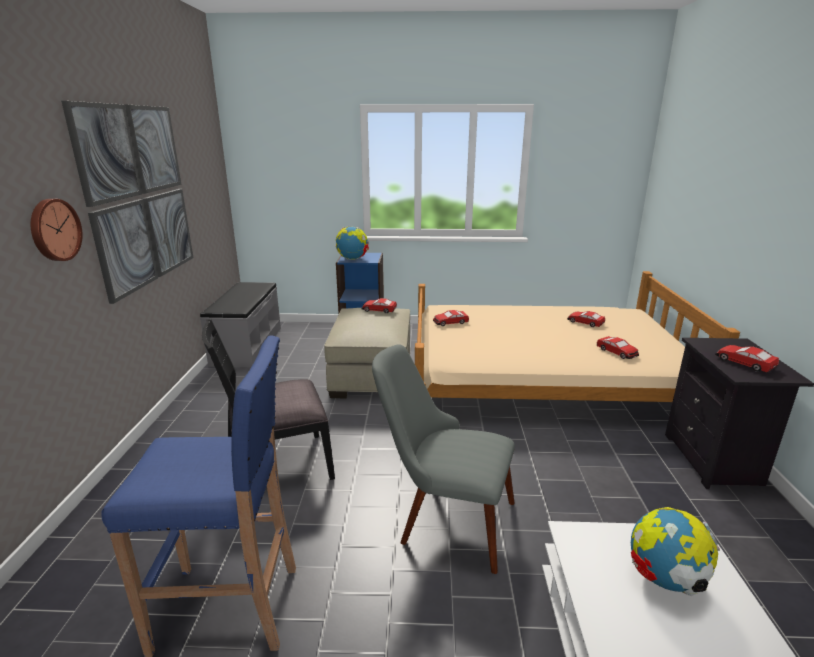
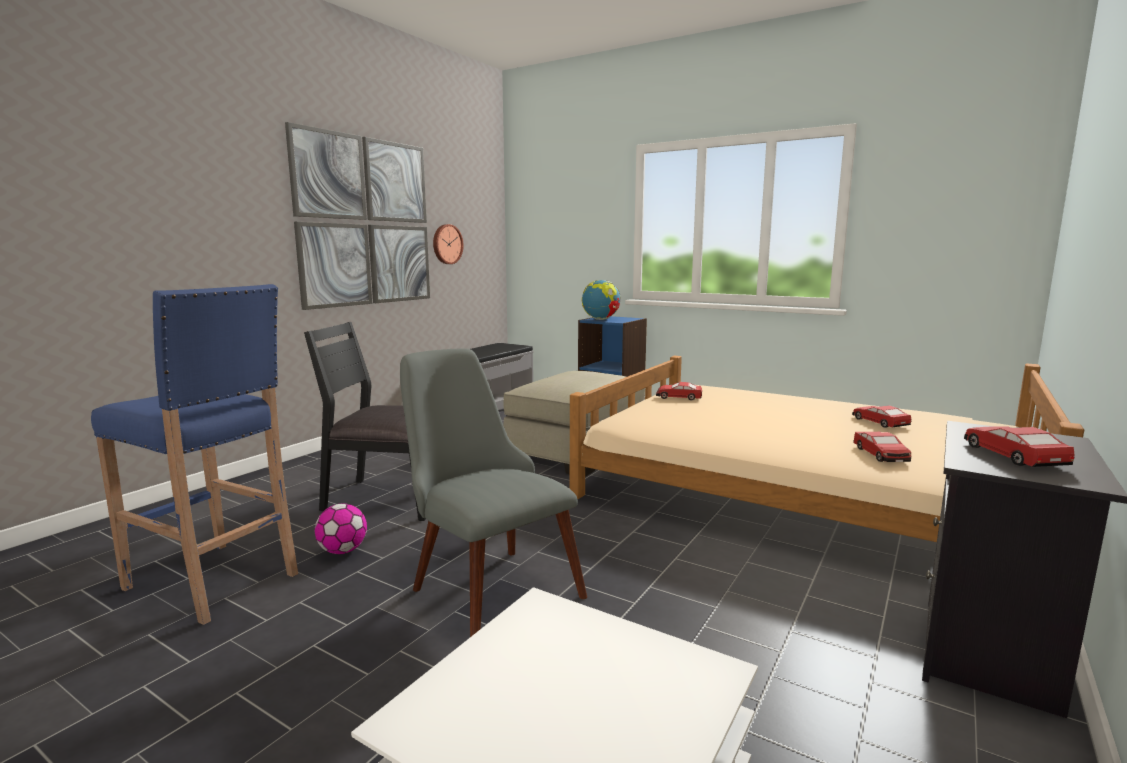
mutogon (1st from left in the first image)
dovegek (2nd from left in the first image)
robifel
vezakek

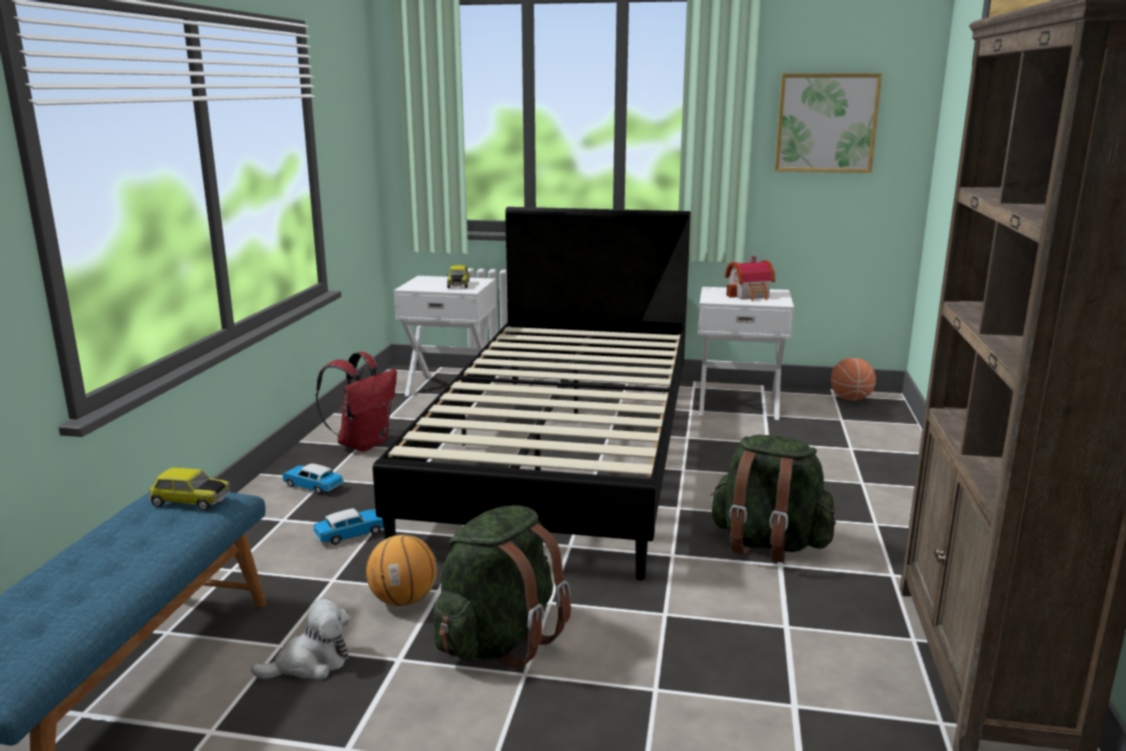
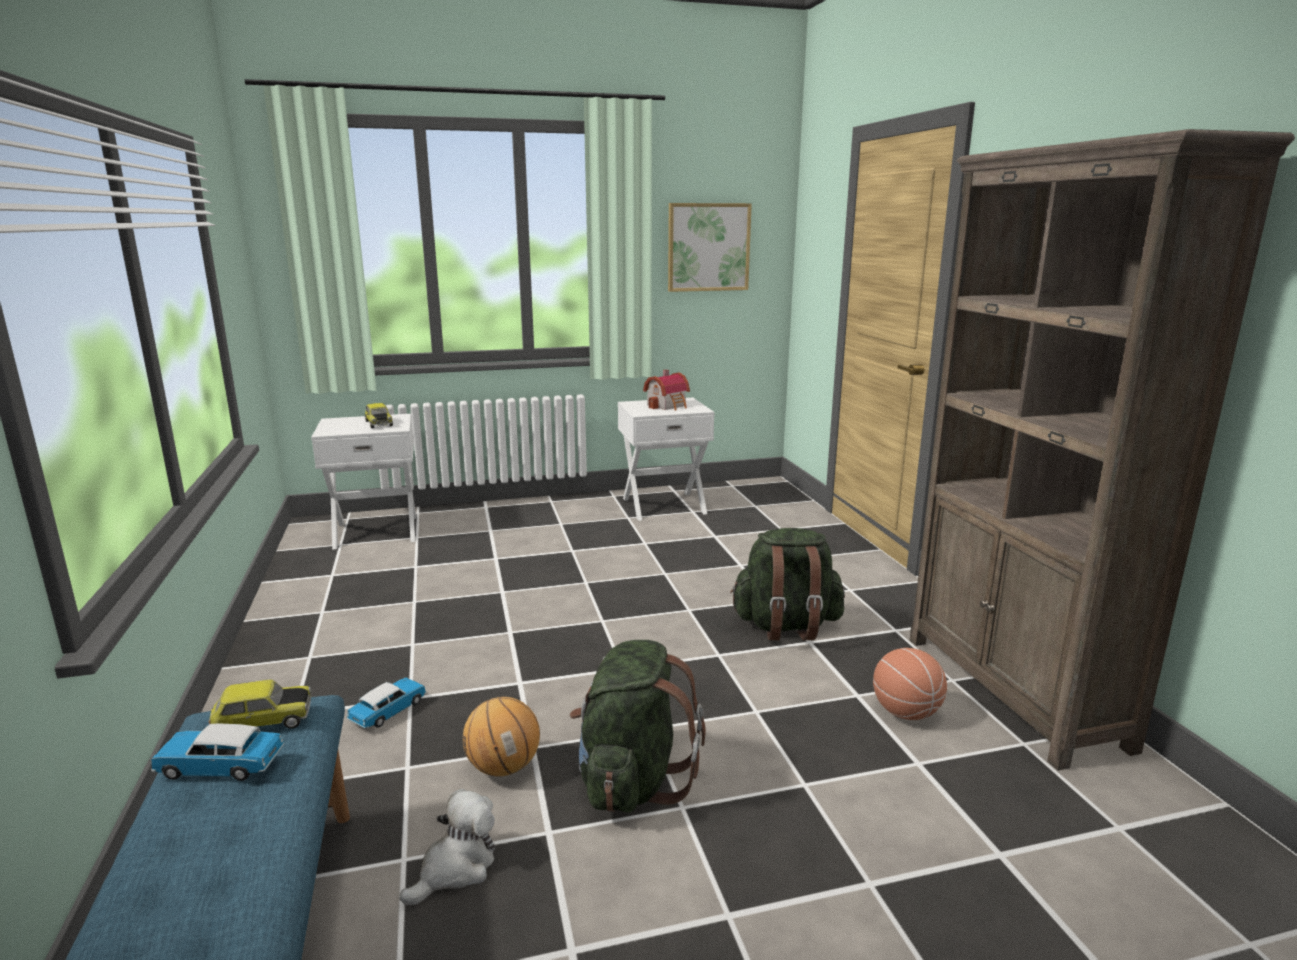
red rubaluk
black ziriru
mutogon (1st from left)
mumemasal (2nd from left)

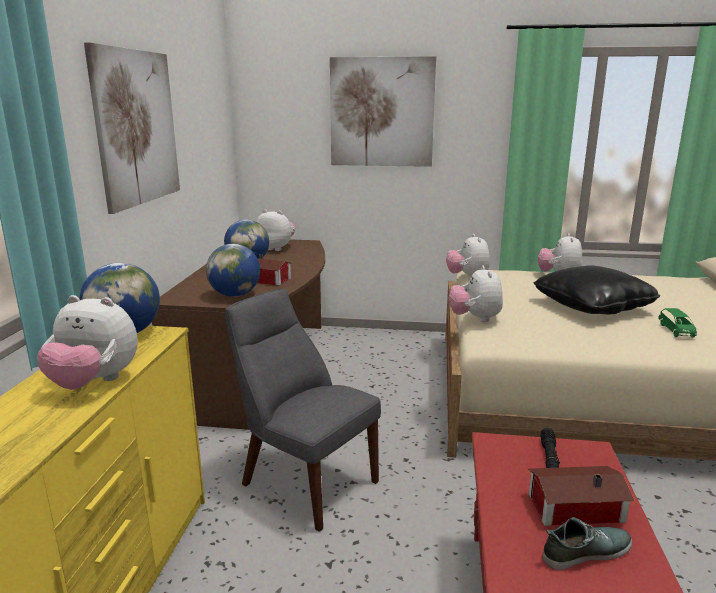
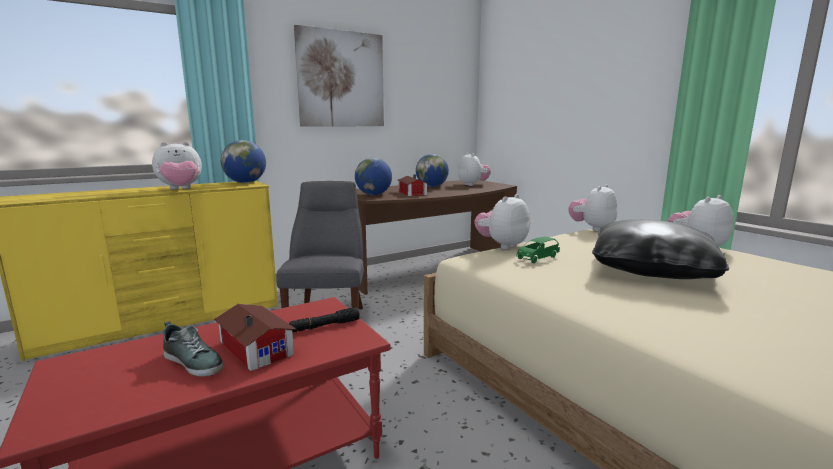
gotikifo (2nd from left in the first image)
green mutogon
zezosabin (1st from left)

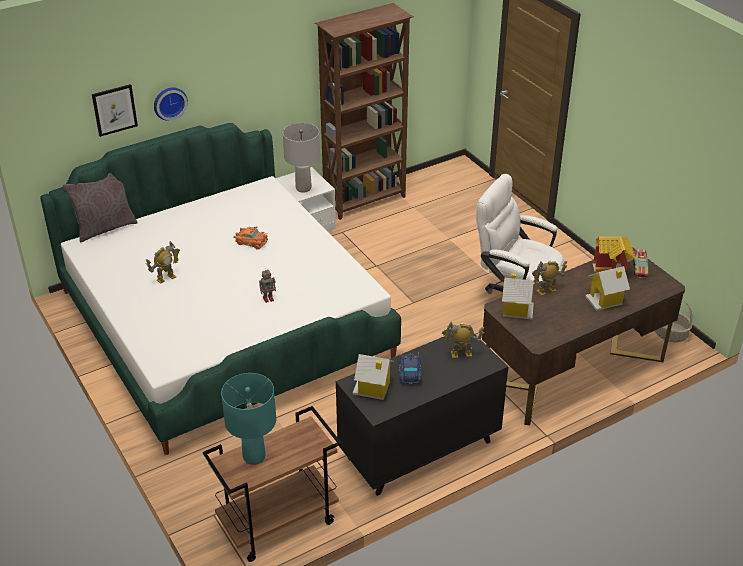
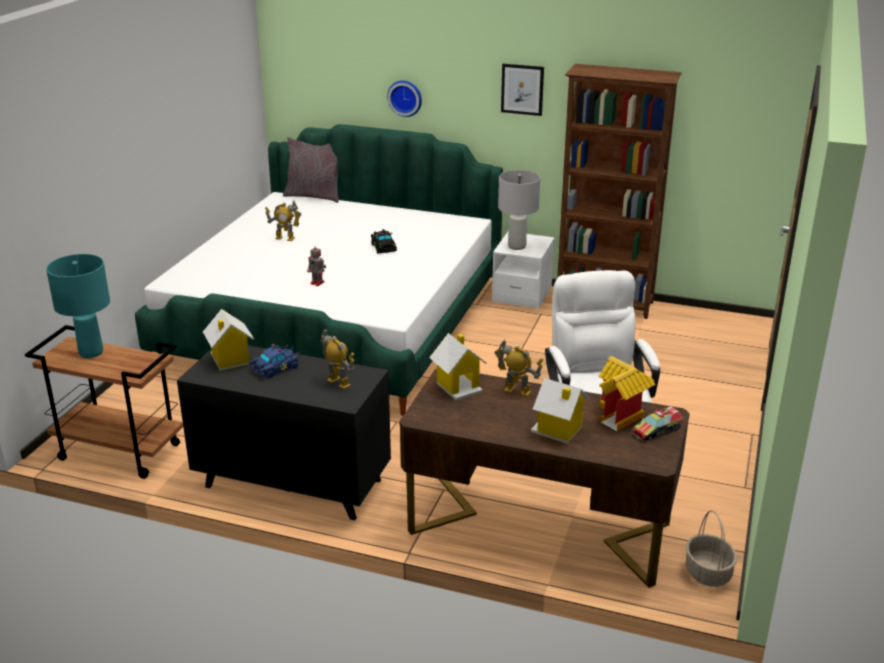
gotikifo
black mutogon

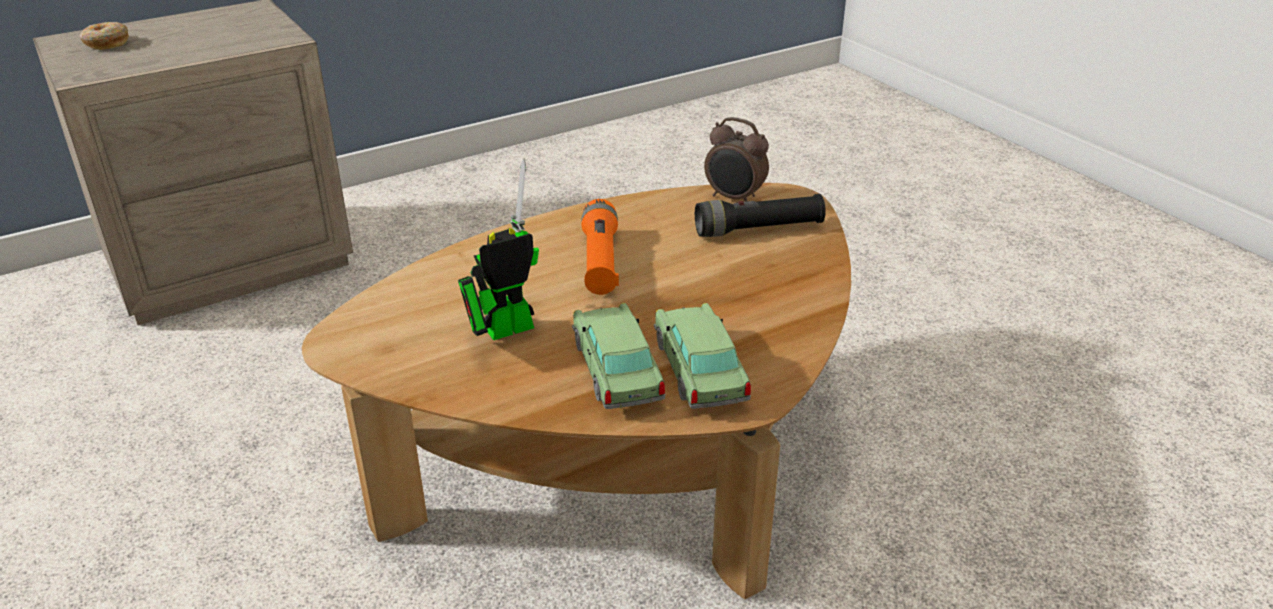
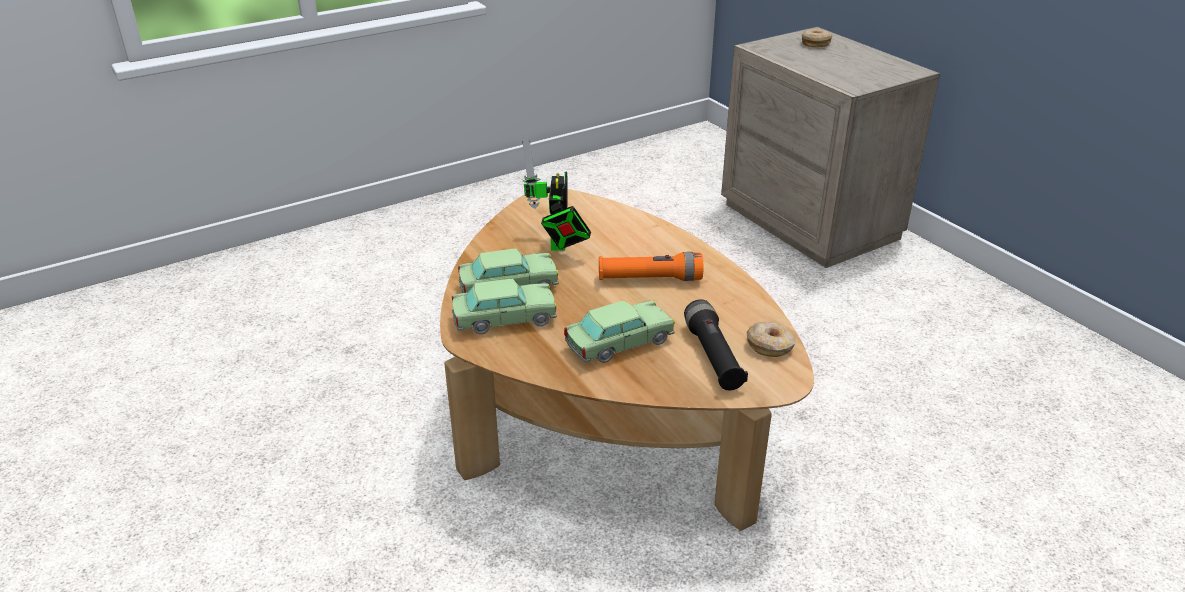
mutogon (3rd from left)
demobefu (1st from left)
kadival

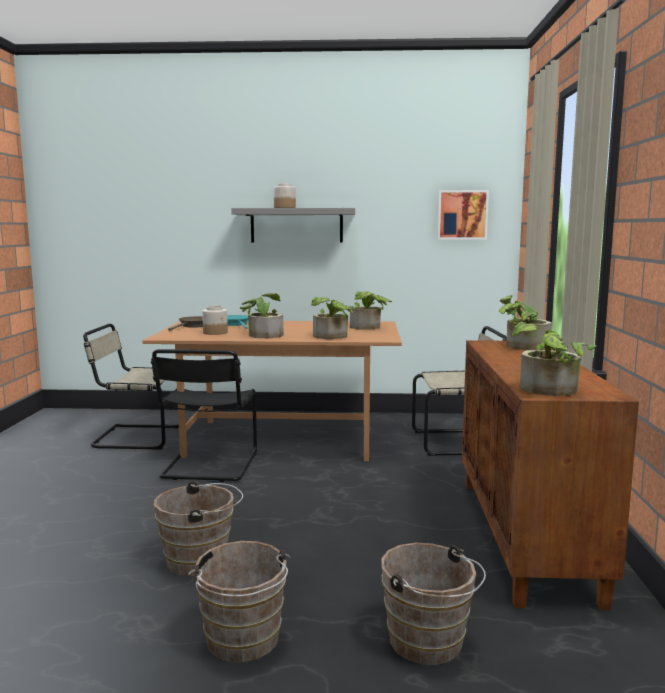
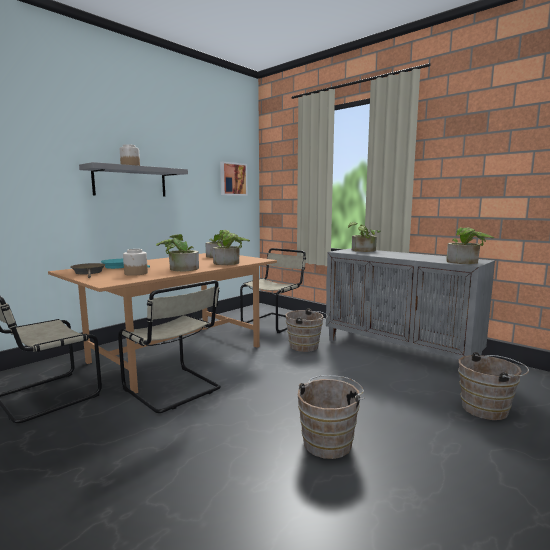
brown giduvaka (1st from left)
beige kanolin (2nd from left)
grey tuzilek

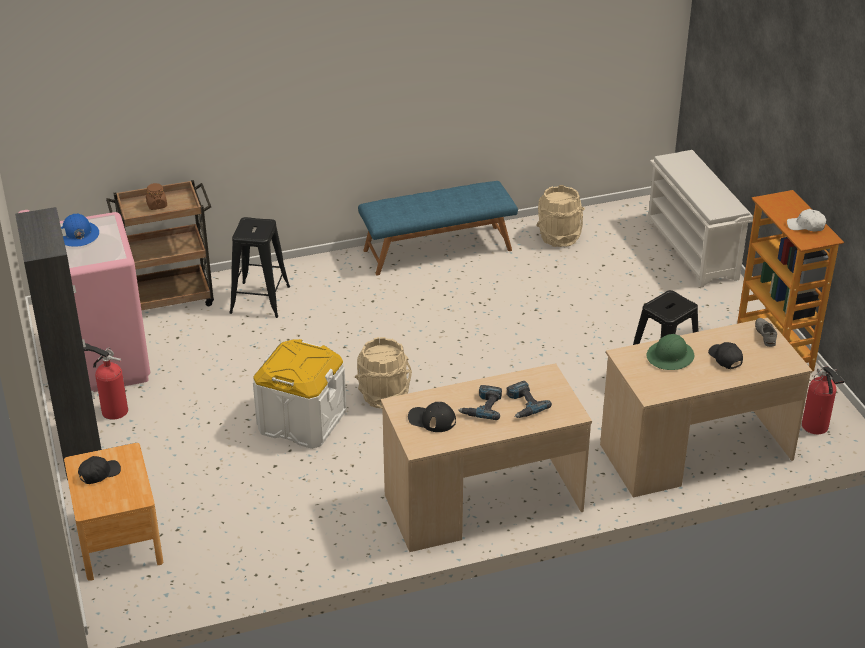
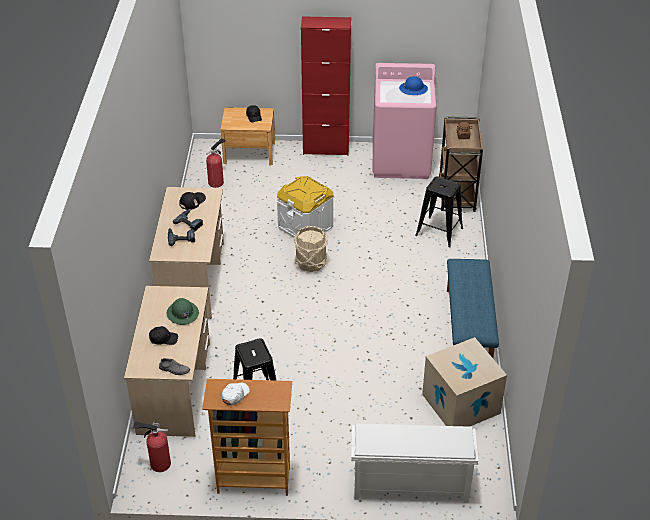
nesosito (2nd from left)
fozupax
red tuzilek

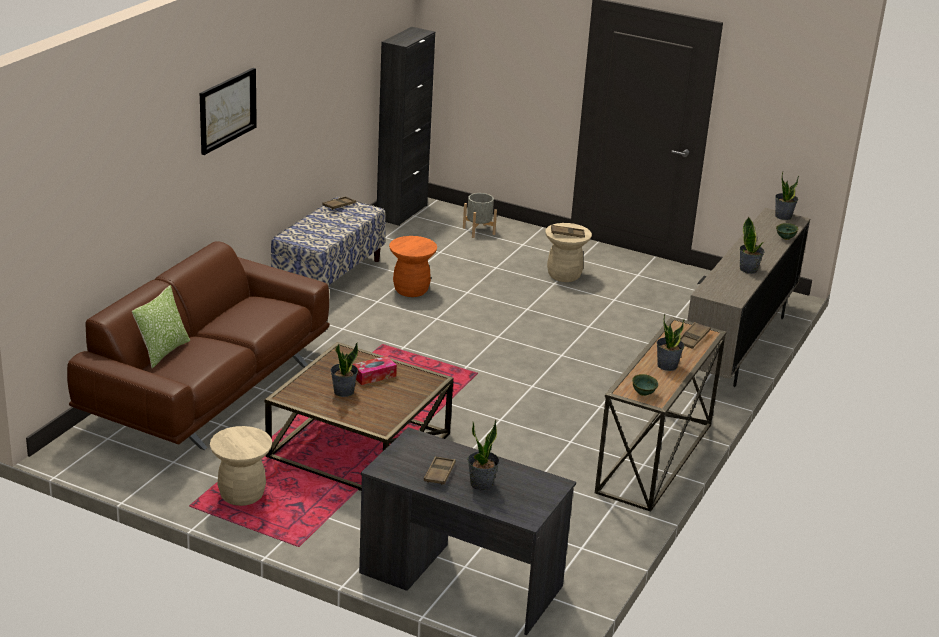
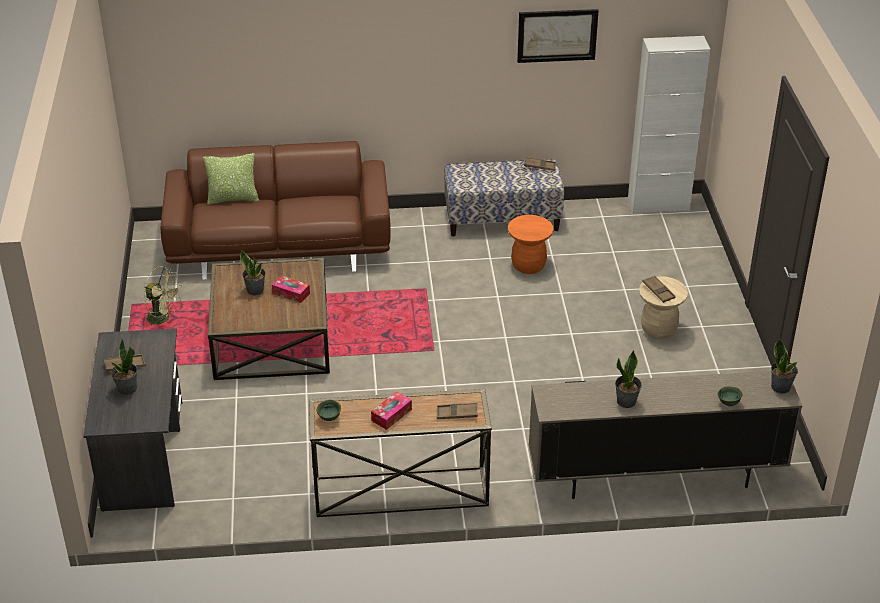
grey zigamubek
gotikifo
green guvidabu
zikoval (2nd from left)
white tuzilek

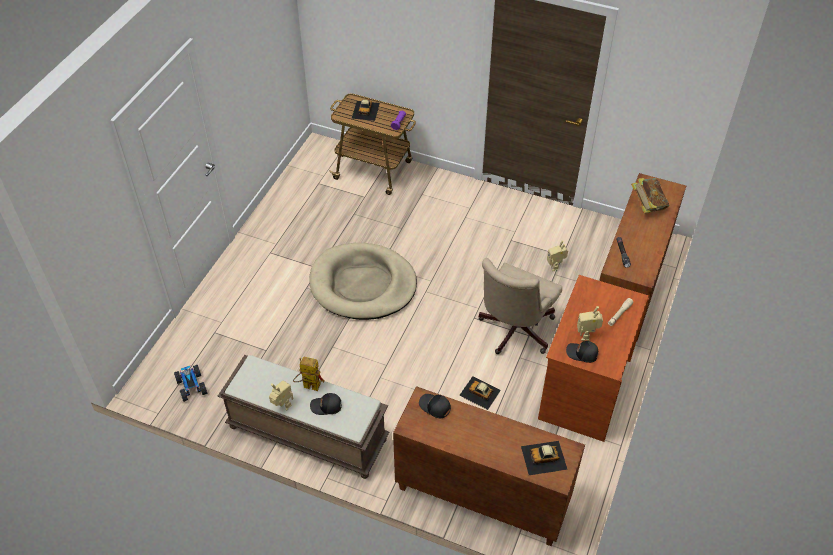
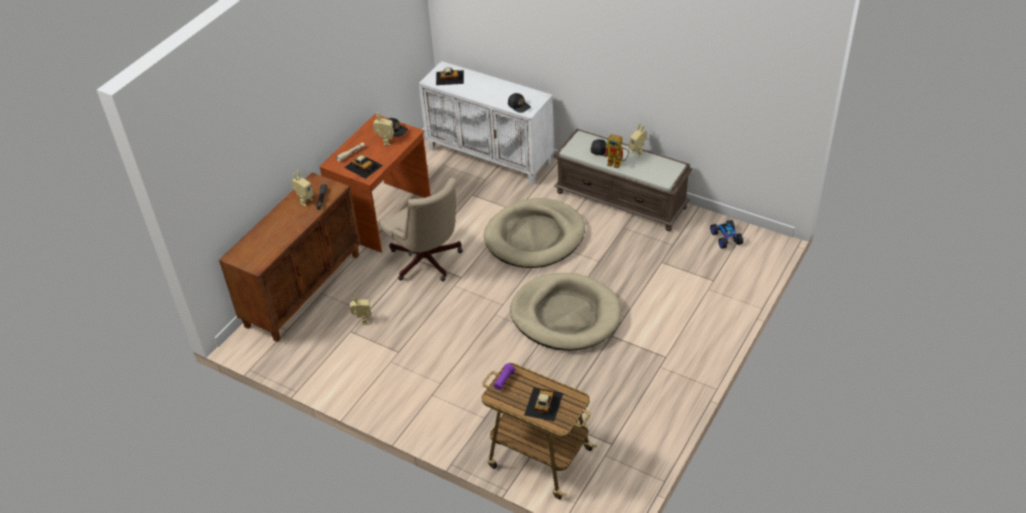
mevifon
kadival (1st from left)
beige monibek (1st from left)
mutogon (1st from left)
white tuzilek
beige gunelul

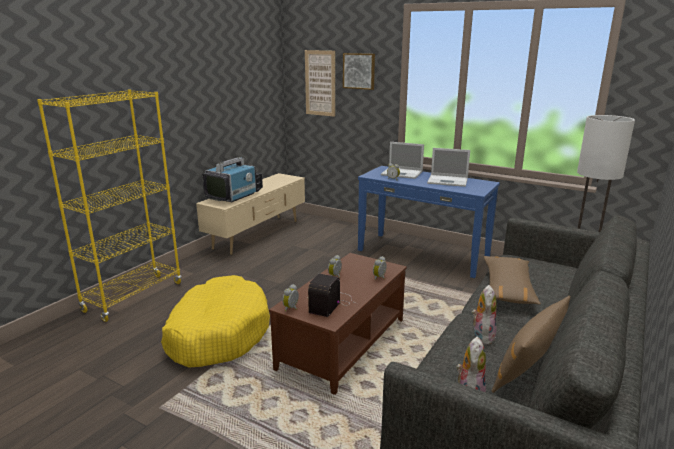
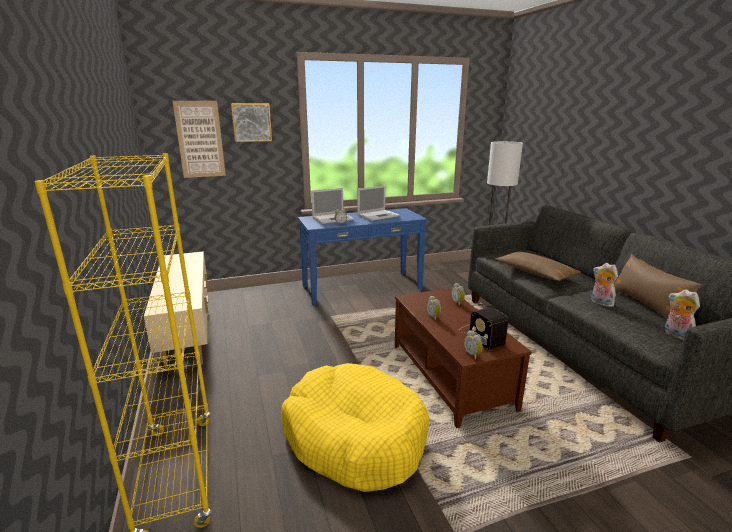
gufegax

